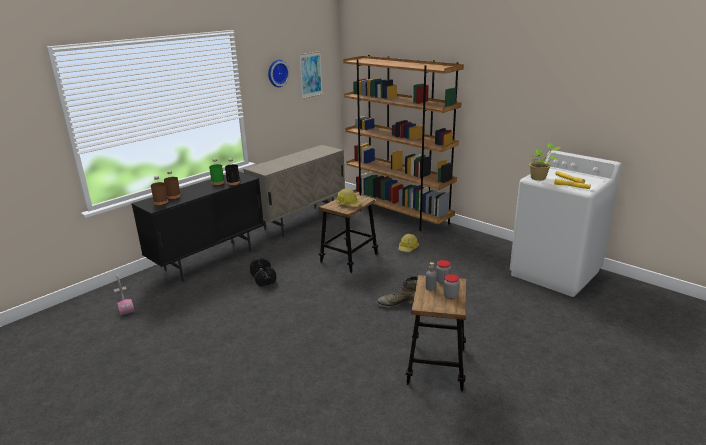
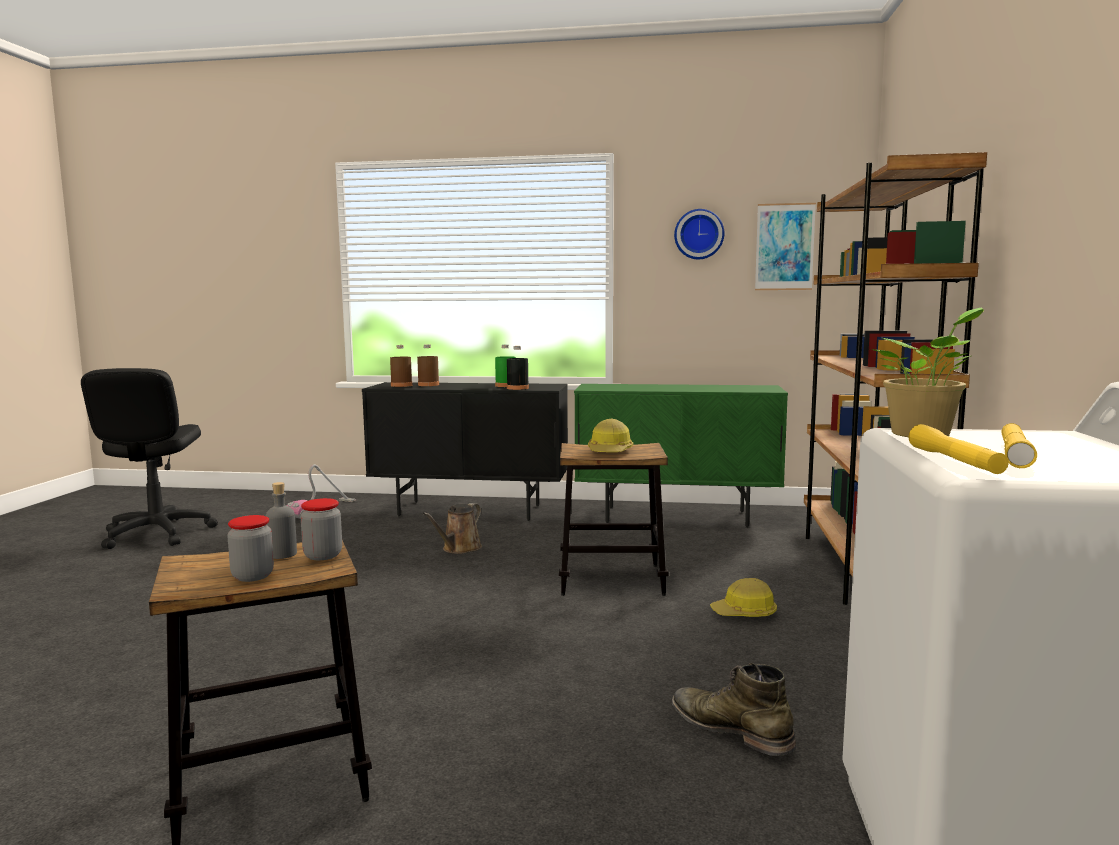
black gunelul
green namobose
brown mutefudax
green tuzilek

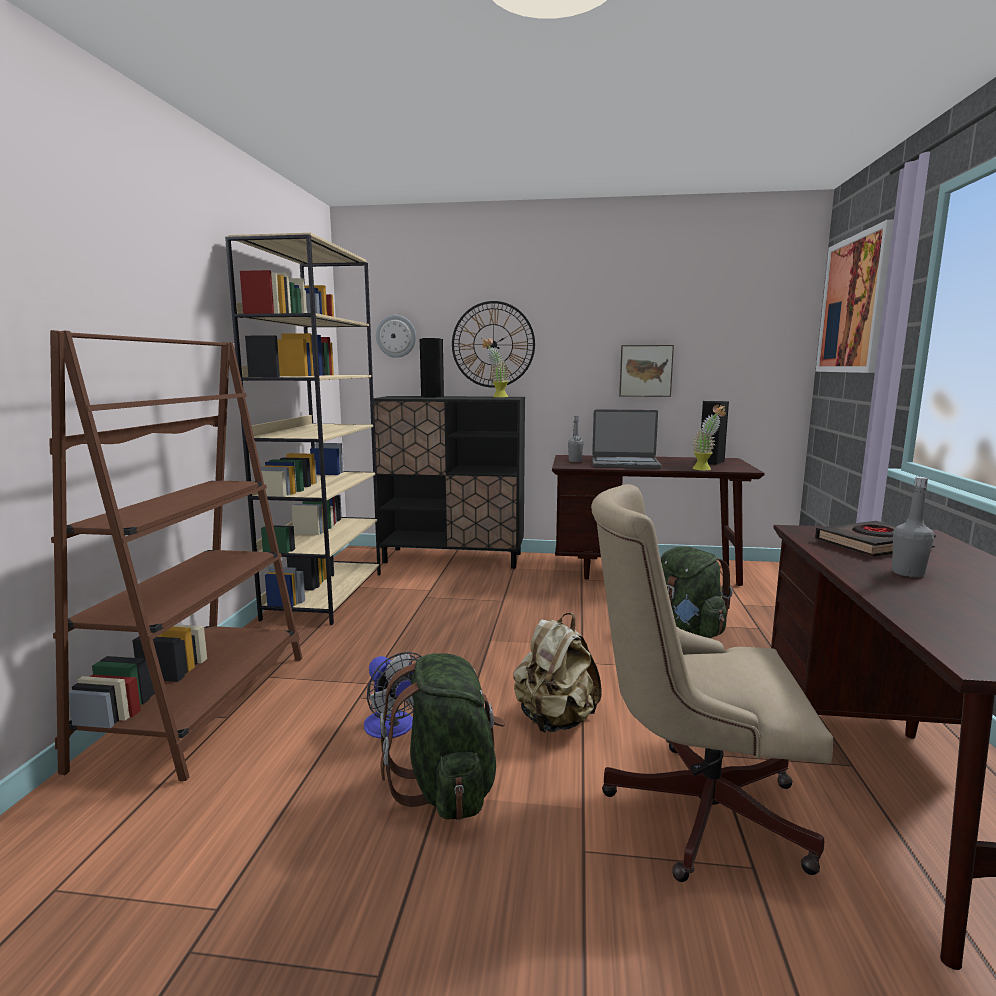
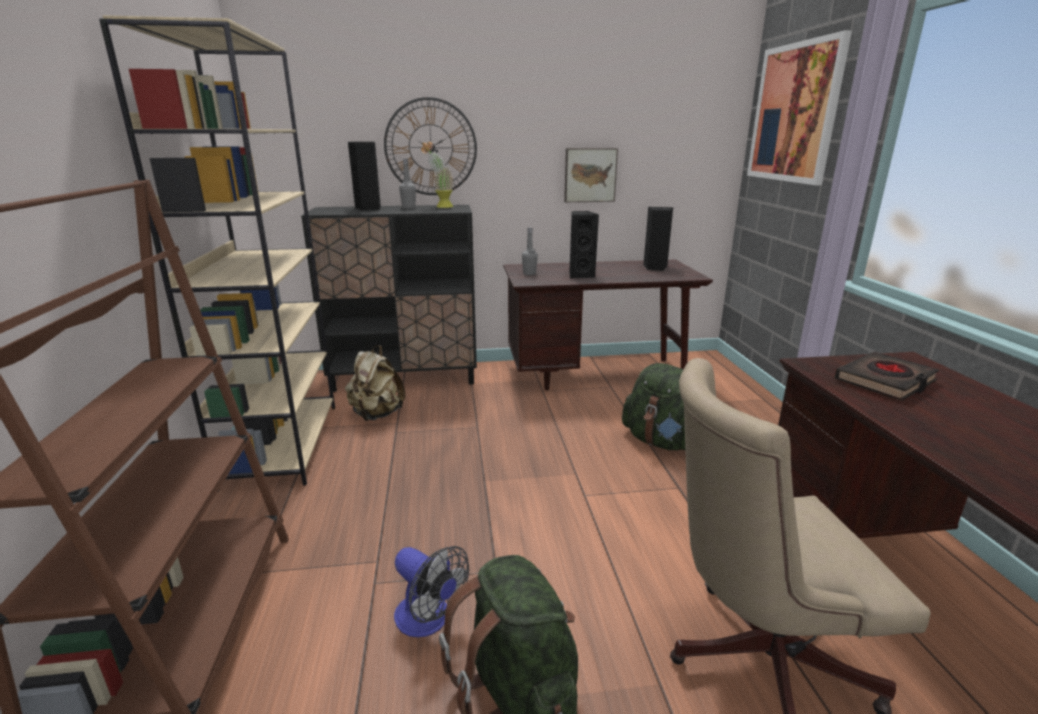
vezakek (1st from left in the first image)
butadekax (2nd from left in the first image)
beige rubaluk
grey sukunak (1st from left)
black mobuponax (2nd from left)

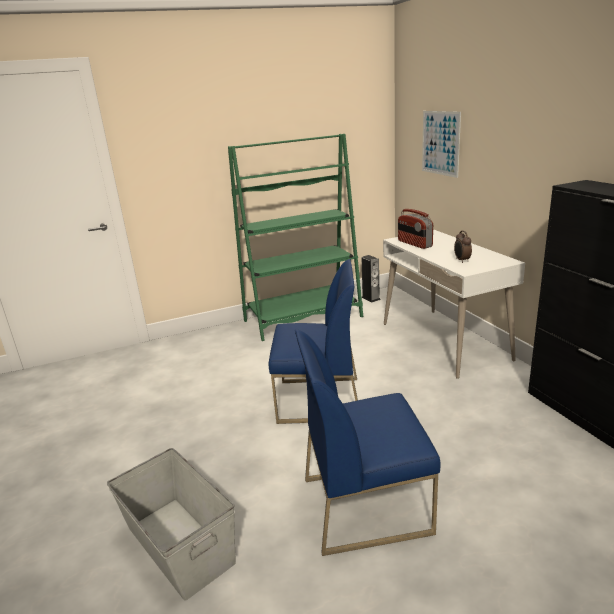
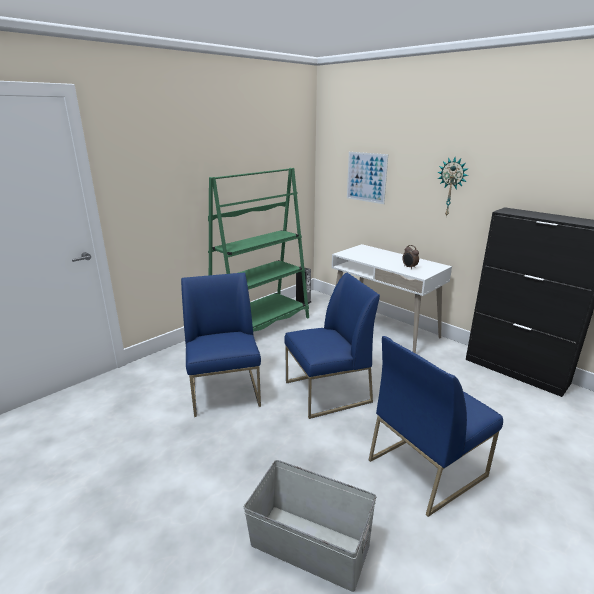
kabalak
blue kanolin (1st from left)
vezakek

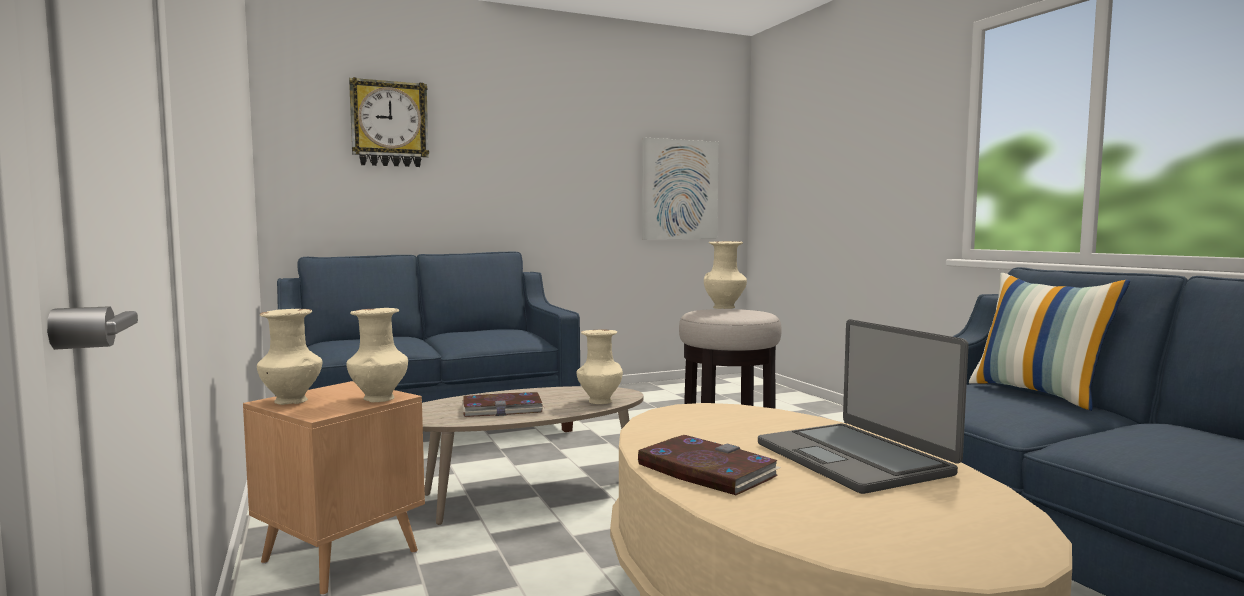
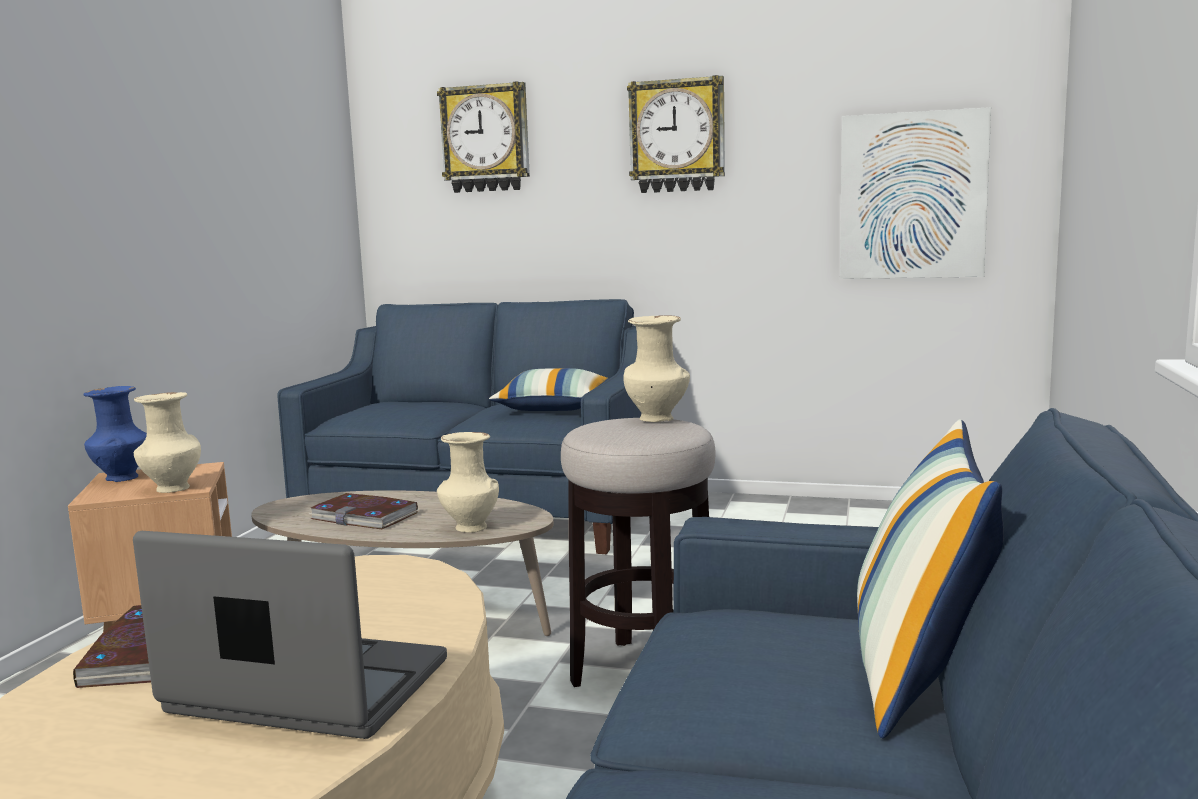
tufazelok (1st from left)
vezakek (2nd from left)
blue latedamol
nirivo

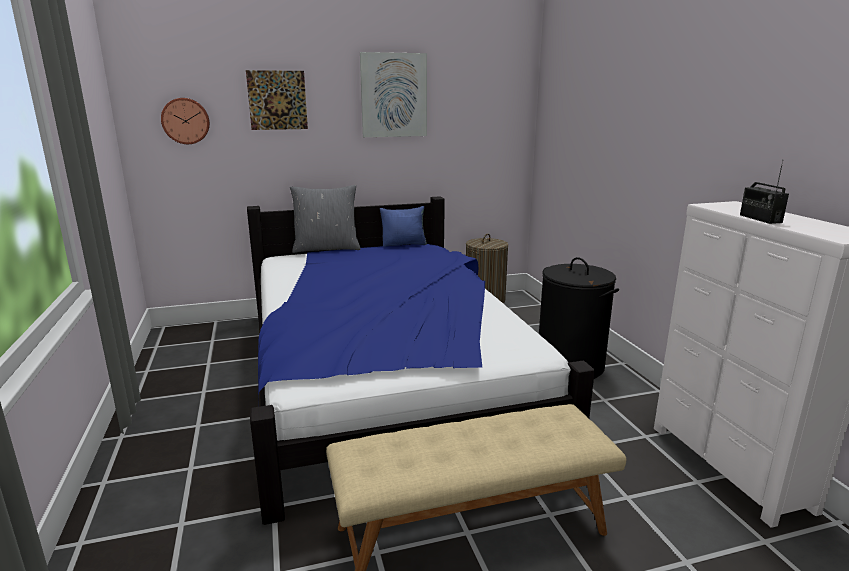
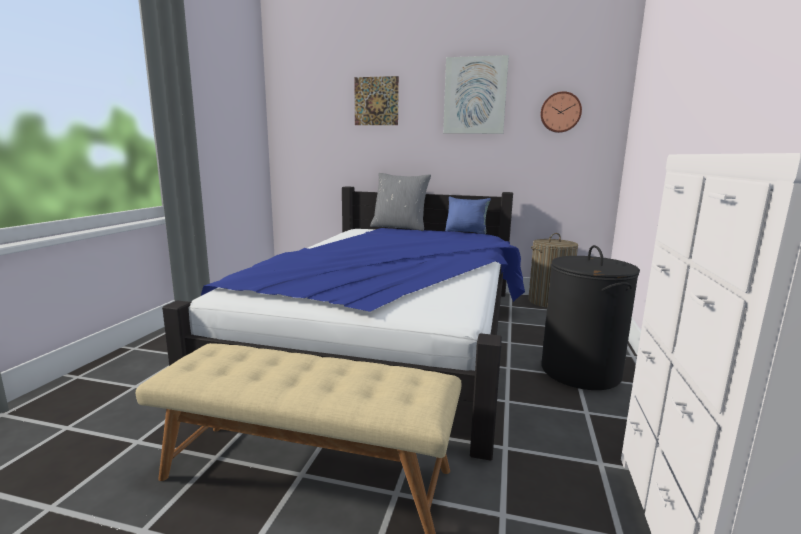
kabalak
vezakek

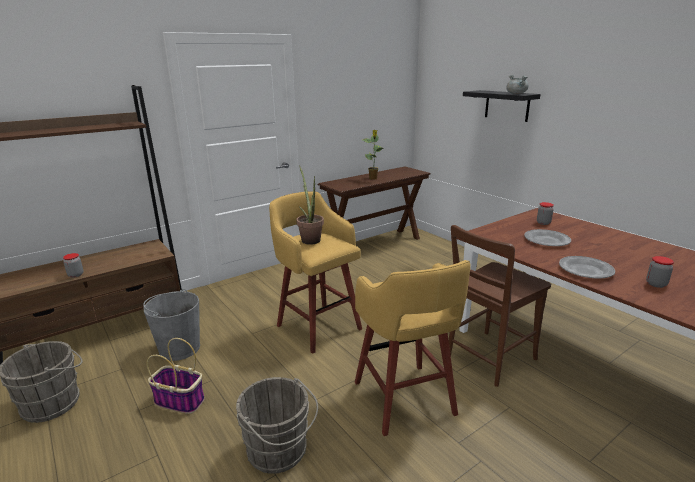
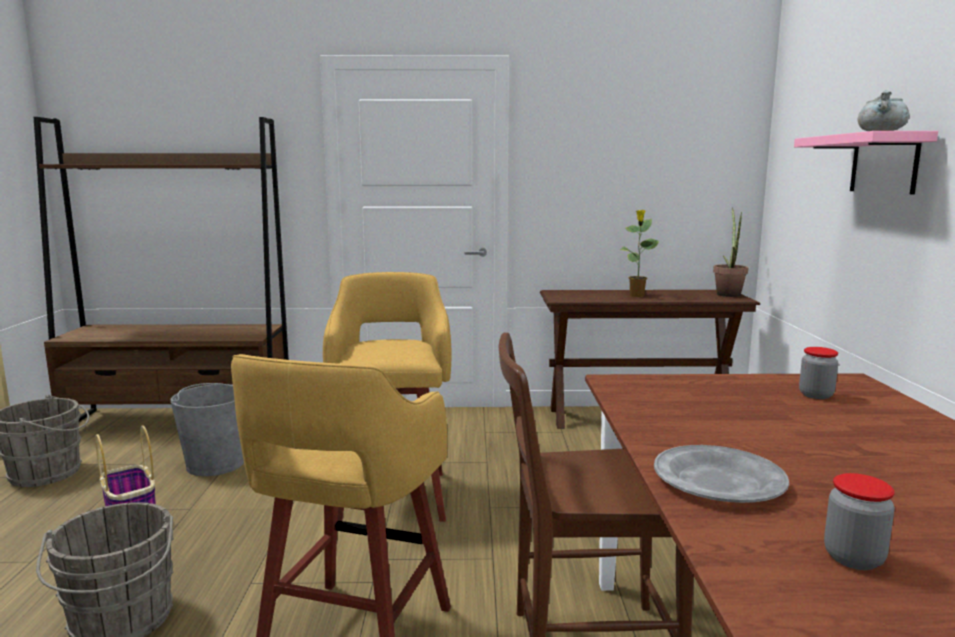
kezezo (1st from left in the first image)
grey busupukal (1st from left in the first image)
butadekax (2nd from left)
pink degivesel

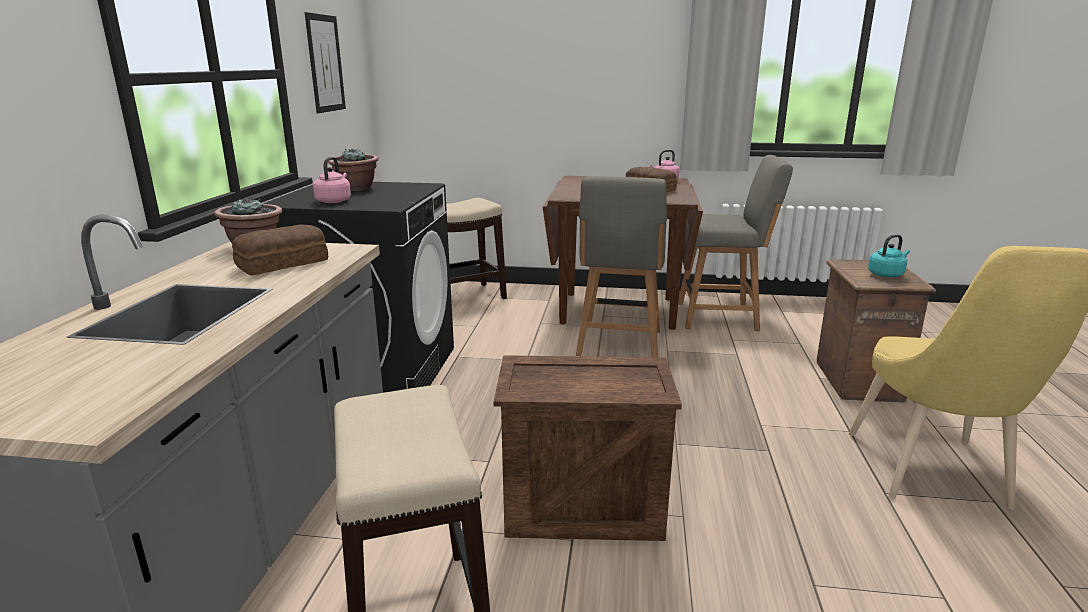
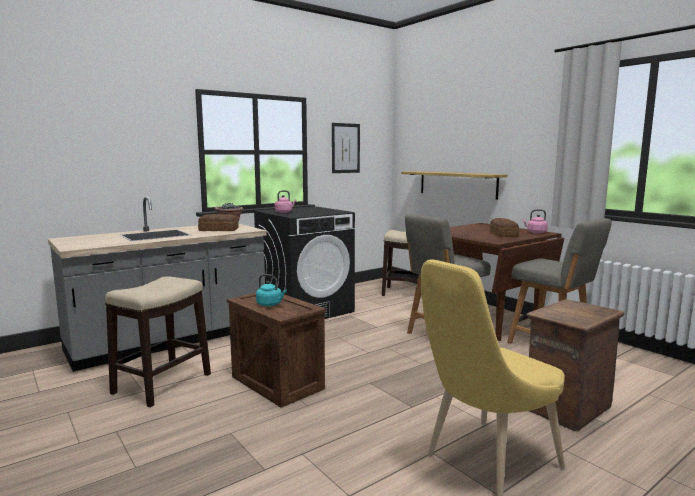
butadekax (2nd from left in the first image)
degivesel
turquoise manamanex

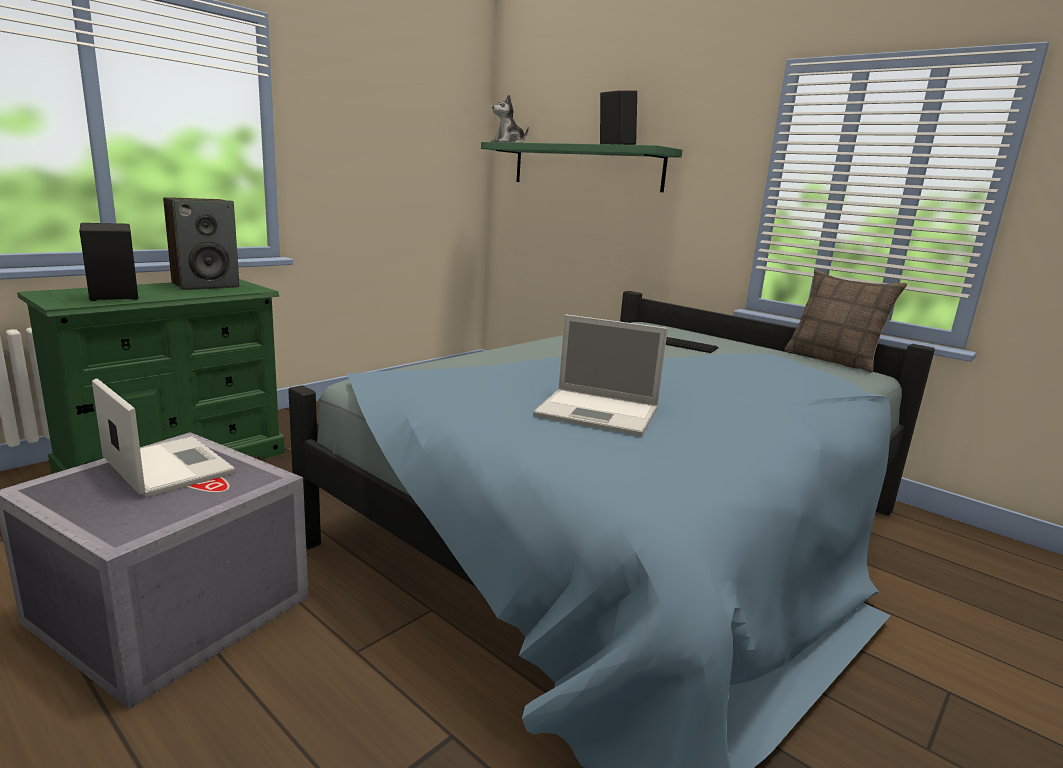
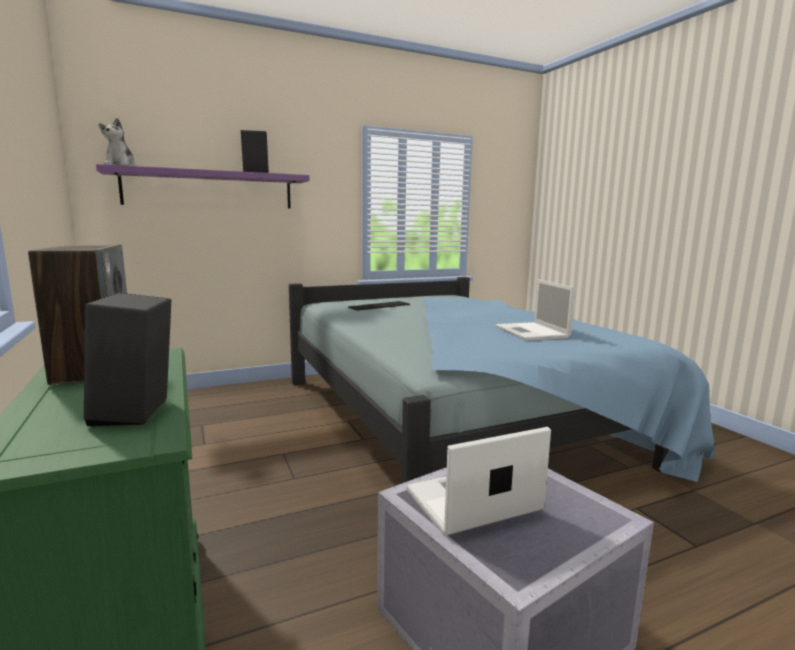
tufazelok
purple degivesel
nirivo (2nd from left)

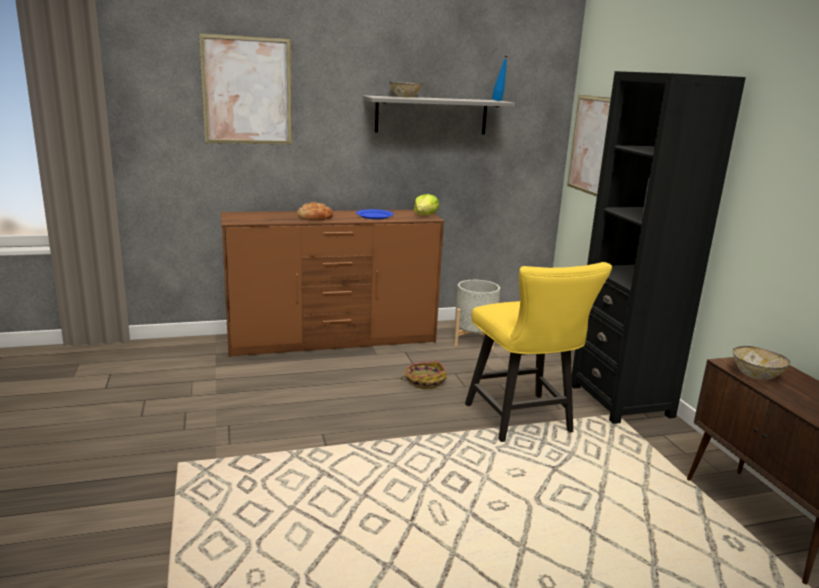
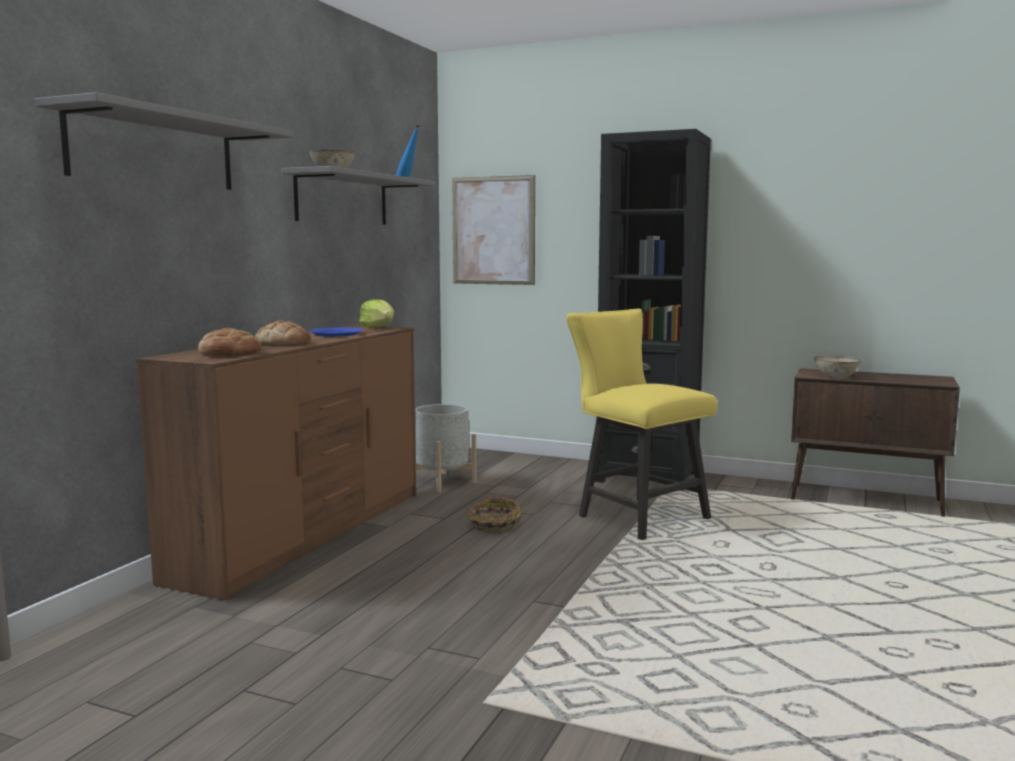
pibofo (1st from left)
grey degivesel (1st from left)
yellow kanolin

